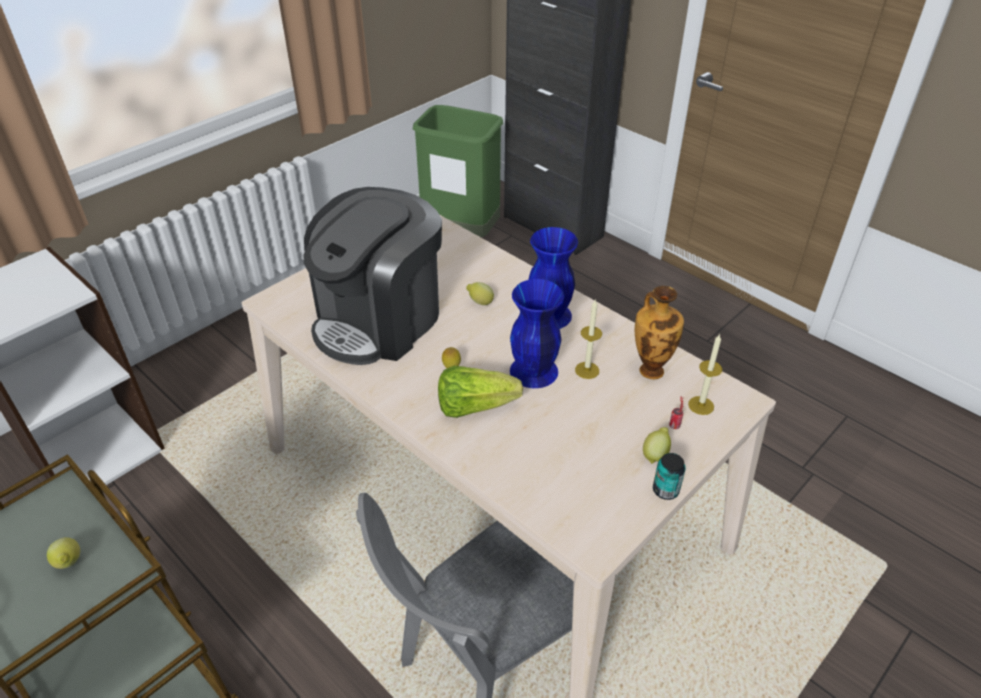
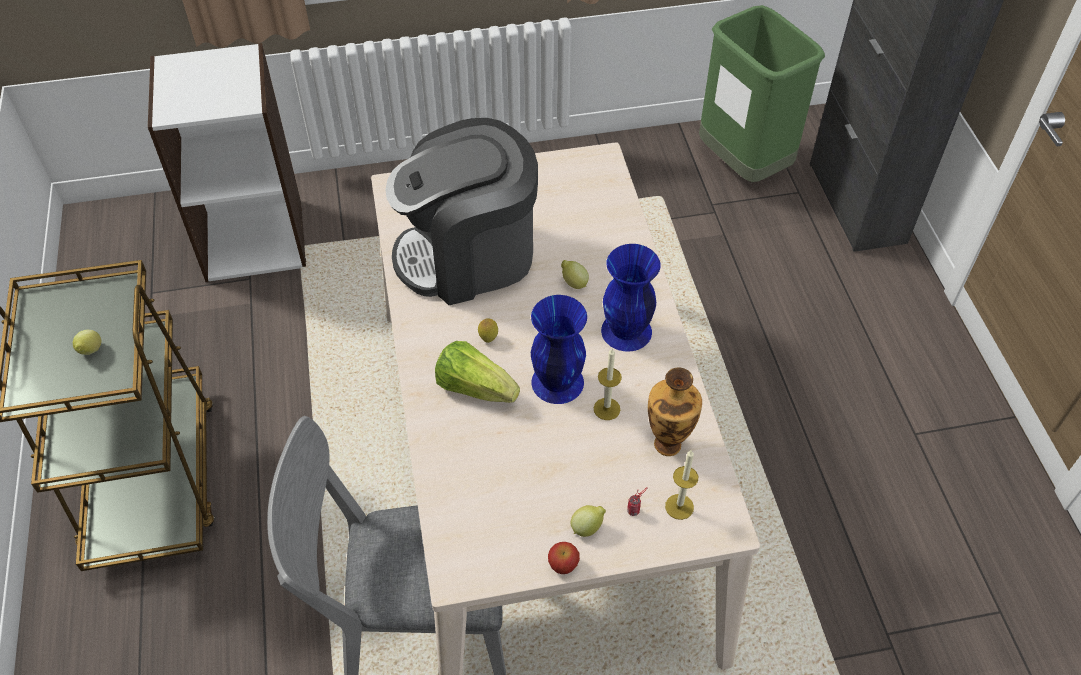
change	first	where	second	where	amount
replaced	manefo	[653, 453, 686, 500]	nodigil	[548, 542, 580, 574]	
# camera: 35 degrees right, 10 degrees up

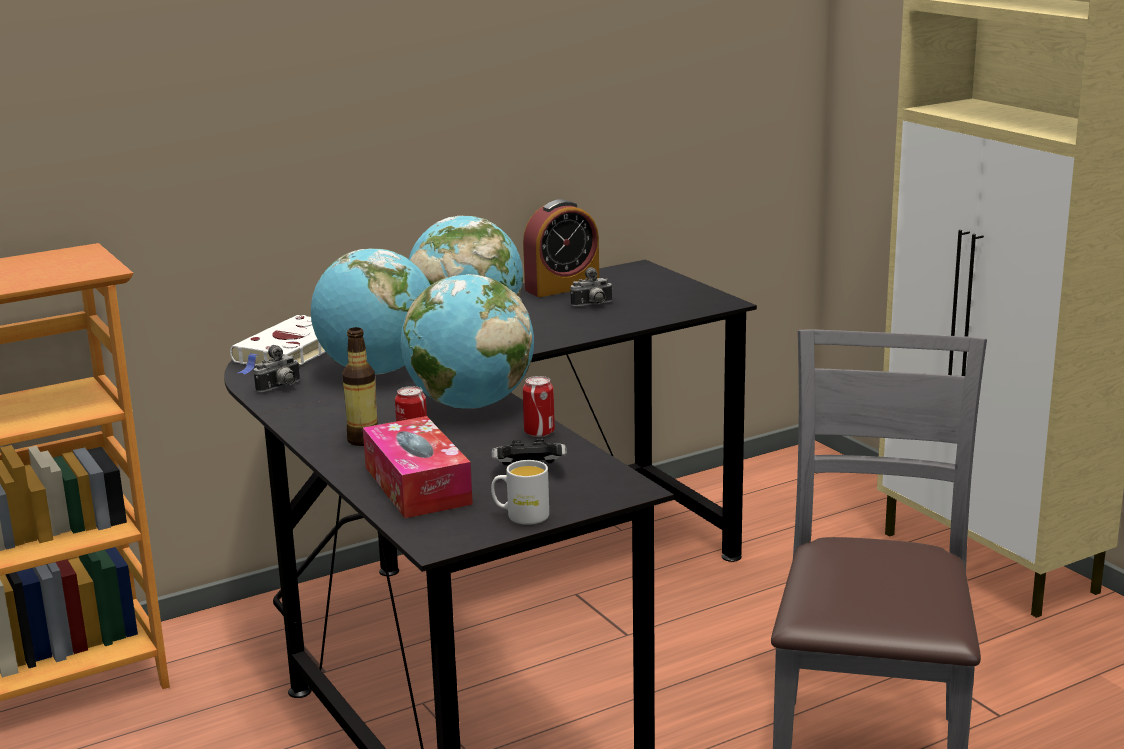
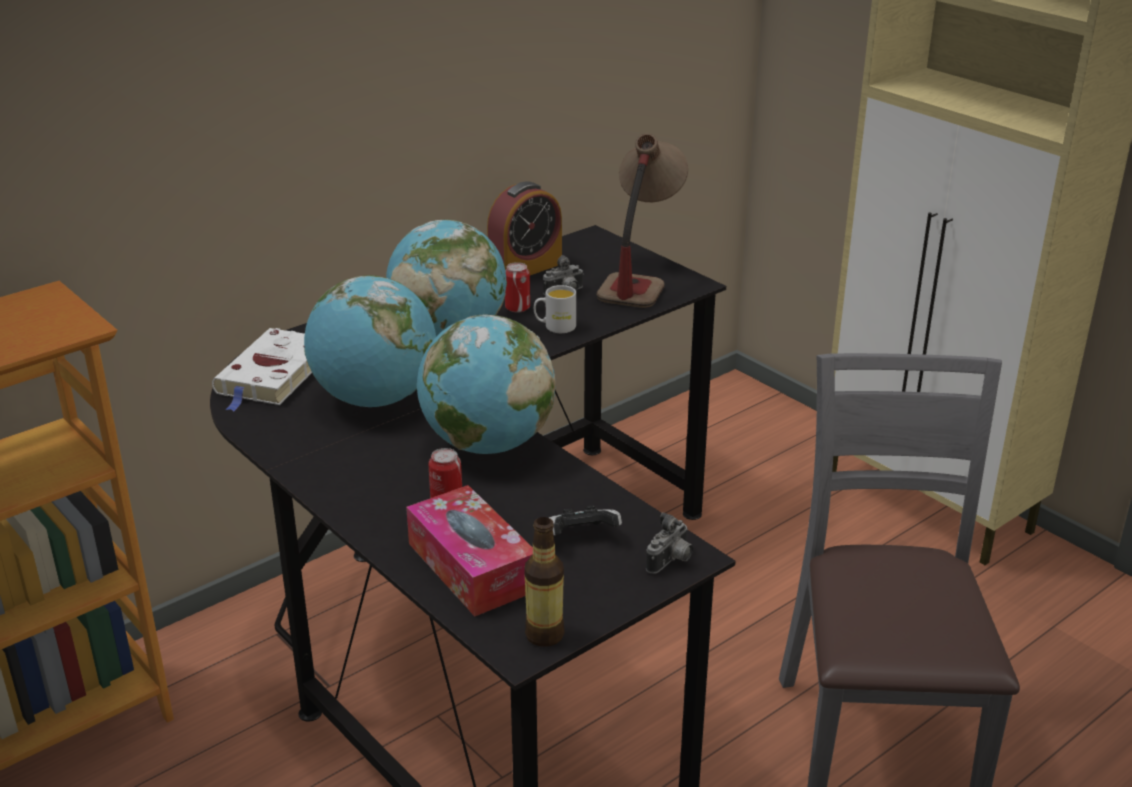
change	first	where	second	where	amount
moved	manefo	[523, 376, 555, 437]		[505, 262, 530, 313]	
moved	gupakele	[342, 327, 378, 446]		[524, 517, 565, 647]	
moved	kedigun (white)	[491, 460, 549, 525]		[534, 285, 576, 333]	
added			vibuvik	[596, 133, 688, 308]	
moved	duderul	[254, 345, 300, 393]		[646, 512, 693, 574]	
# camera: 10 degrees left, 10 degrees up

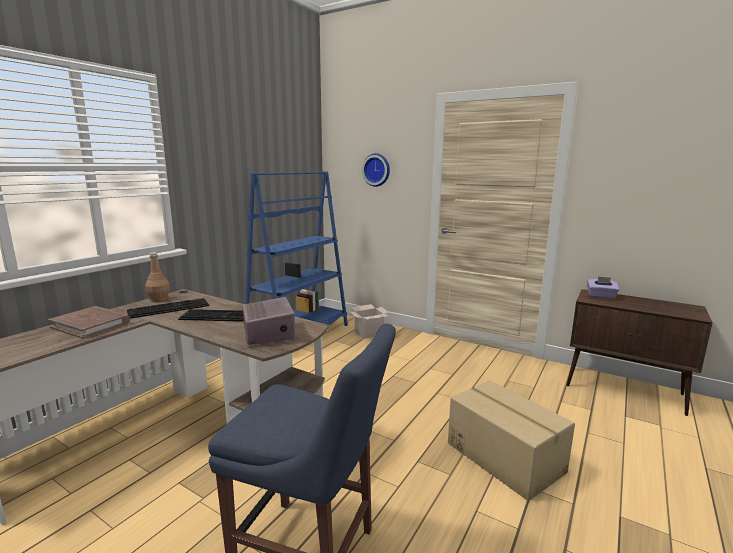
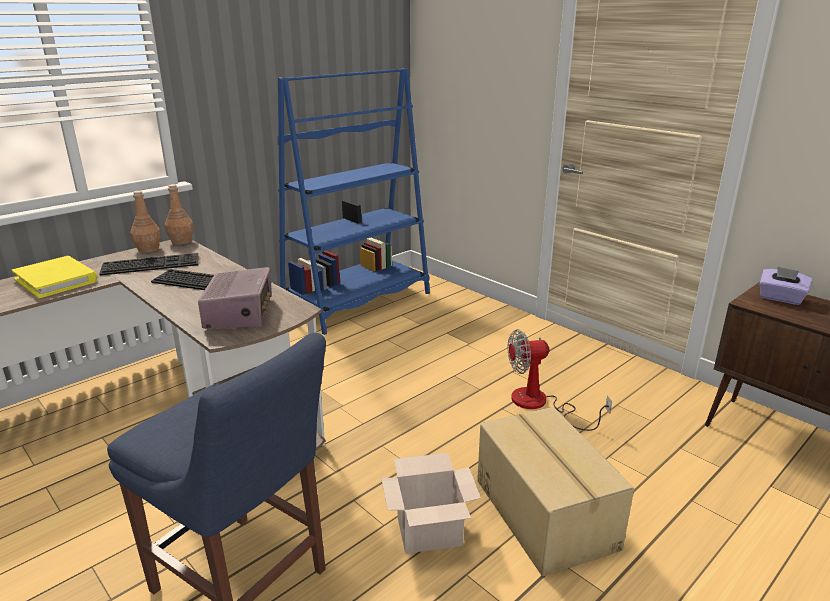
change	first	where	second	where	amount
recoloured	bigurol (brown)	[48, 306, 130, 339]	bigurol (yellow)	[12, 256, 97, 298]	
added			gupakele (brown)	[164, 184, 194, 245]	
moved	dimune	[350, 304, 389, 339]		[381, 453, 481, 554]	
added			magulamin	[507, 329, 612, 431]	
removed	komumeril	[362, 153, 390, 187]			
# camera: 15 degrees right, 10 degrees up

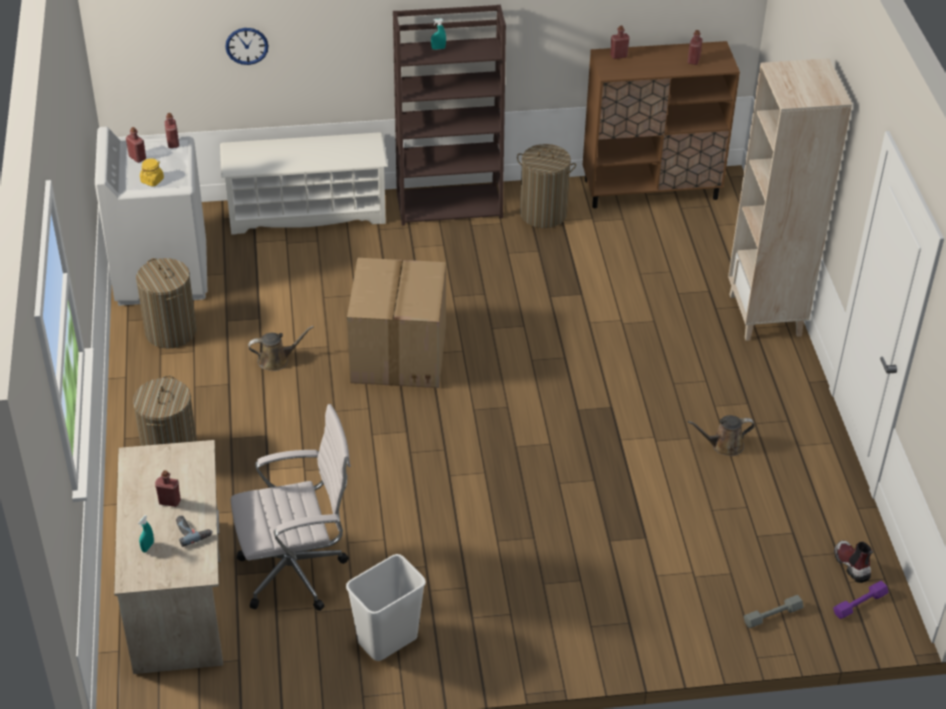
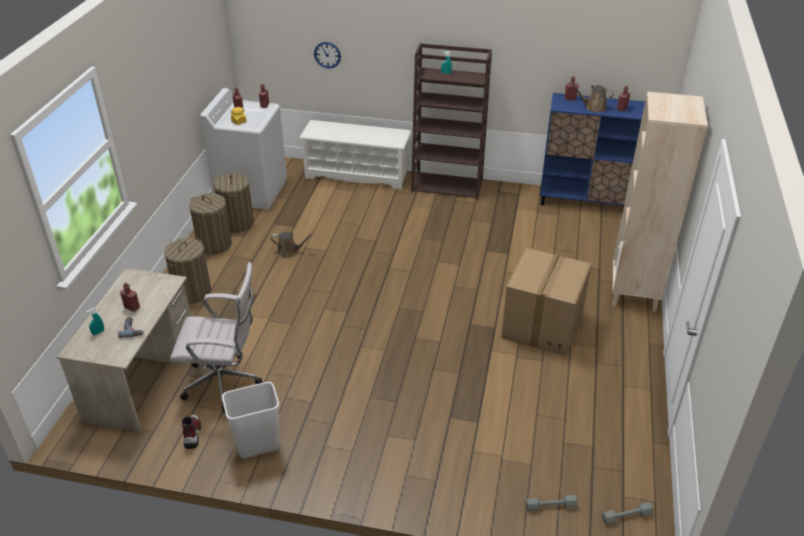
change	first	where	second	where	amount
moved	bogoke	[834, 540, 873, 583]		[182, 415, 201, 449]	
moved	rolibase	[517, 144, 576, 228]		[189, 193, 232, 255]	
moved	dimune	[347, 258, 446, 388]		[501, 248, 592, 356]	
recoloured	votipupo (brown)	[583, 41, 740, 208]	votipupo (blue)	[540, 93, 645, 206]	
moved	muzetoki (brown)	[688, 415, 755, 456]		[570, 82, 614, 112]	
recoloured	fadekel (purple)	[833, 581, 889, 619]	fadekel (grey)	[602, 502, 653, 524]	
# camera: 20 degrees right, 5 degrees down

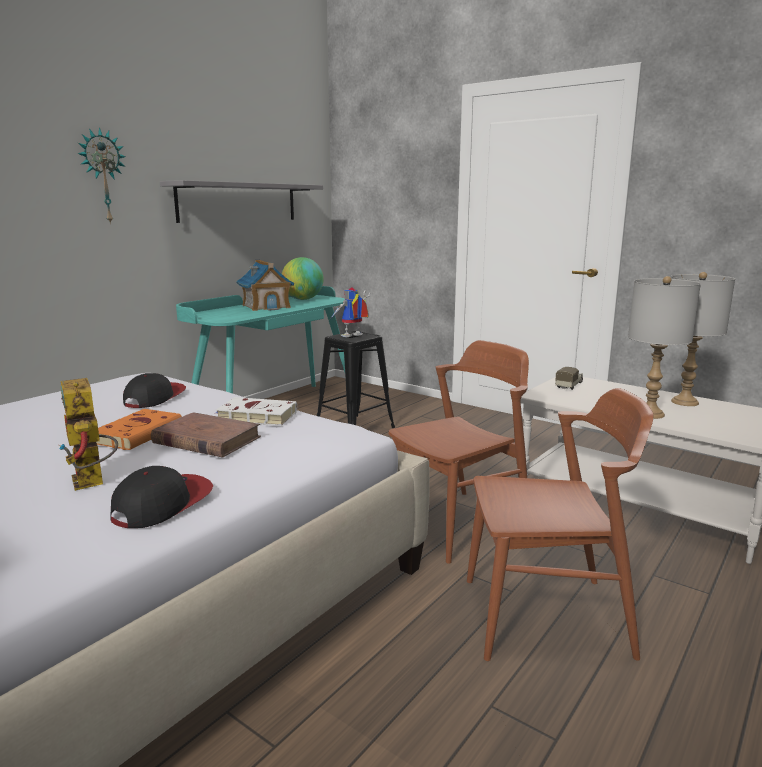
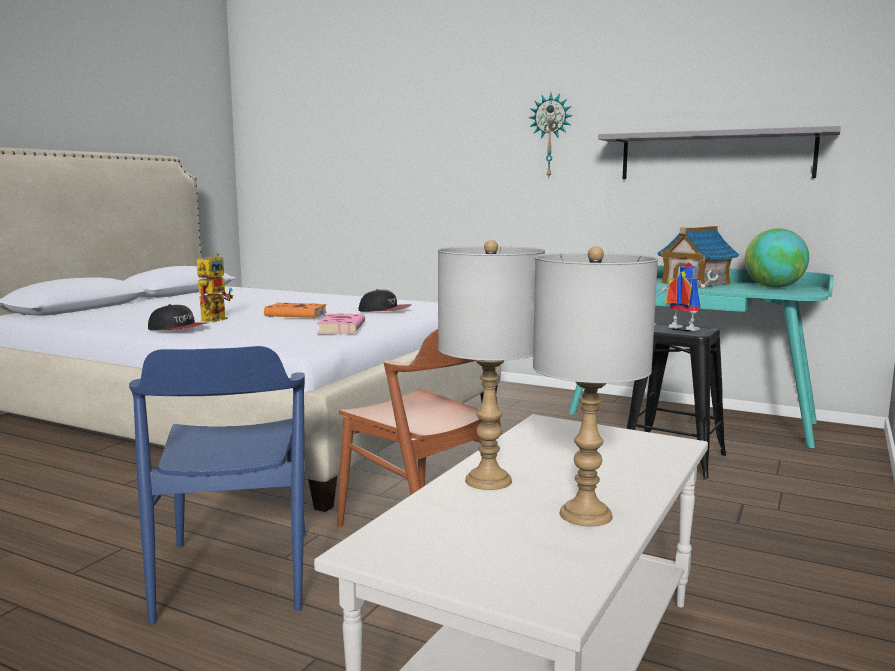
change	first	where	second	where	amount
recoloured	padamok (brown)	[467, 388, 653, 661]	padamok (blue)	[129, 346, 306, 624]	
turned	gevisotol	[58, 378, 118, 491]		[197, 253, 233, 322]	150 degrees clockwise
recoloured	bigurol (white)	[216, 397, 297, 426]	bigurol (pink)	[317, 313, 365, 334]	
removed	bigurol (brown)	[151, 412, 261, 458]			
removed	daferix	[555, 367, 583, 390]			
# camera: 80 degrees right, 5 degrees down

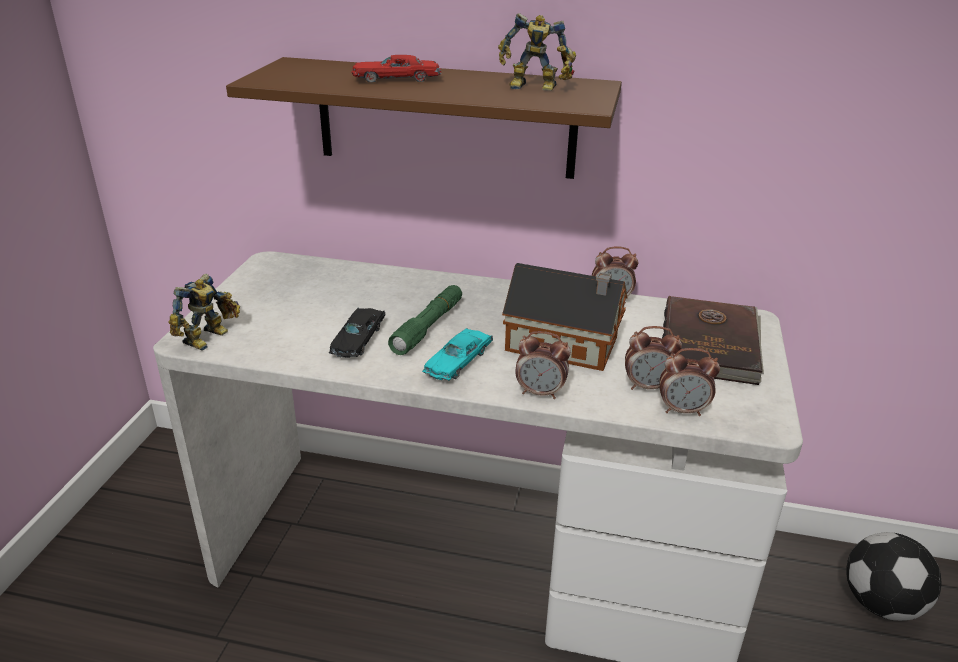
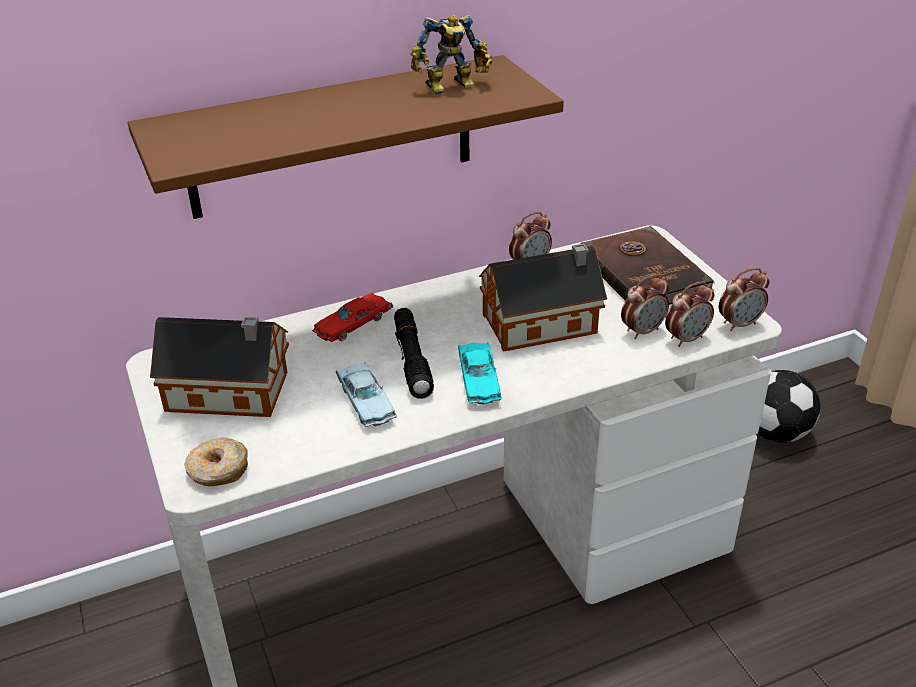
change	first	where	second	where	amount
added			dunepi	[150, 317, 289, 417]	
replaced	gevisotol	[168, 274, 240, 351]	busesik	[184, 437, 248, 486]	
moved	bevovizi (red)	[351, 55, 441, 82]		[312, 293, 393, 342]	
recoloured	bevovizi (black)	[329, 308, 385, 358]	bevovizi (blue)	[336, 362, 397, 427]	
recoloured	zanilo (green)	[388, 285, 462, 355]	zanilo (black)	[394, 308, 434, 399]	
moved	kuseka	[515, 331, 571, 399]		[719, 268, 770, 331]	
# camera: 35 degrees left, 5 degrees up

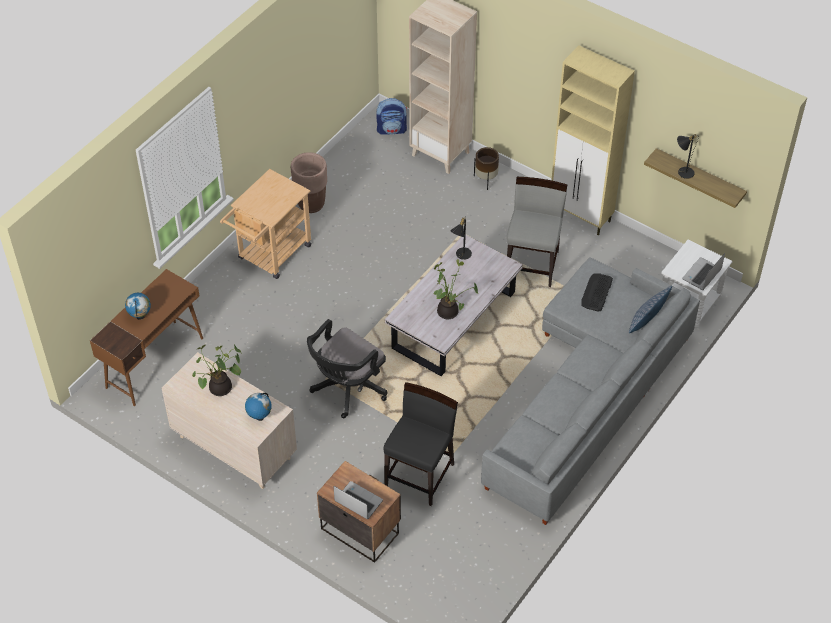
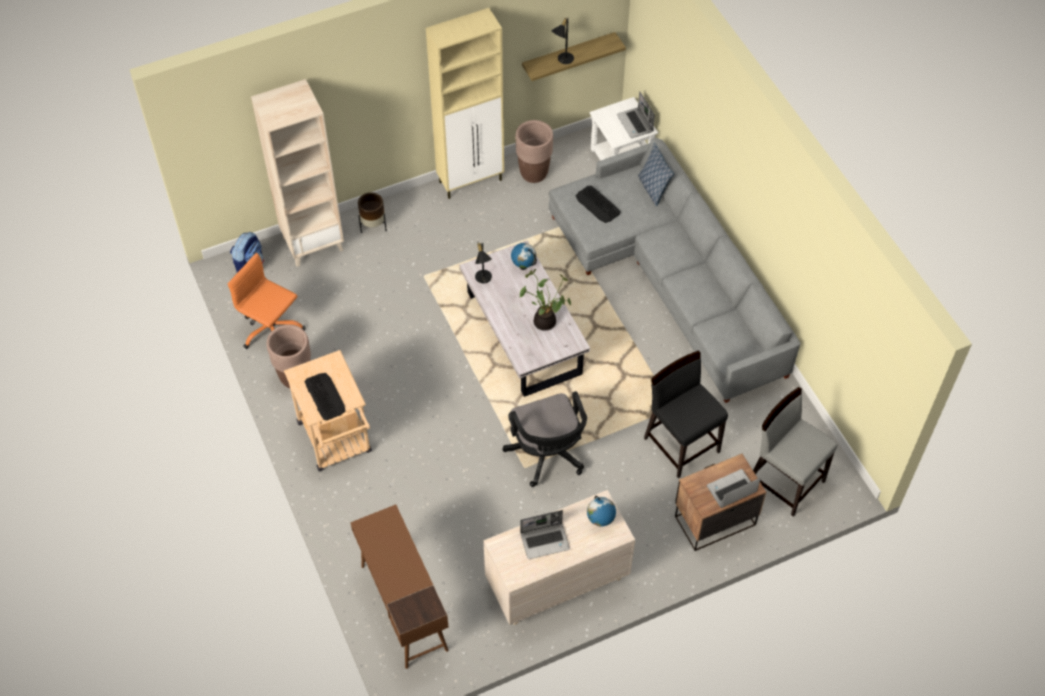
change	first	where	second	where	amount
added			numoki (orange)	[228, 253, 306, 349]	
added			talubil	[305, 373, 345, 420]	
moved	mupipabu	[125, 293, 151, 320]		[511, 243, 537, 270]	
added			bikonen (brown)	[515, 120, 553, 183]	
replaced	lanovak	[192, 344, 242, 396]	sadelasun	[520, 510, 570, 559]	
moved	padamok (grey)	[507, 177, 567, 287]		[753, 387, 837, 516]	
# camera: 60 degrees left, 5 degrees up

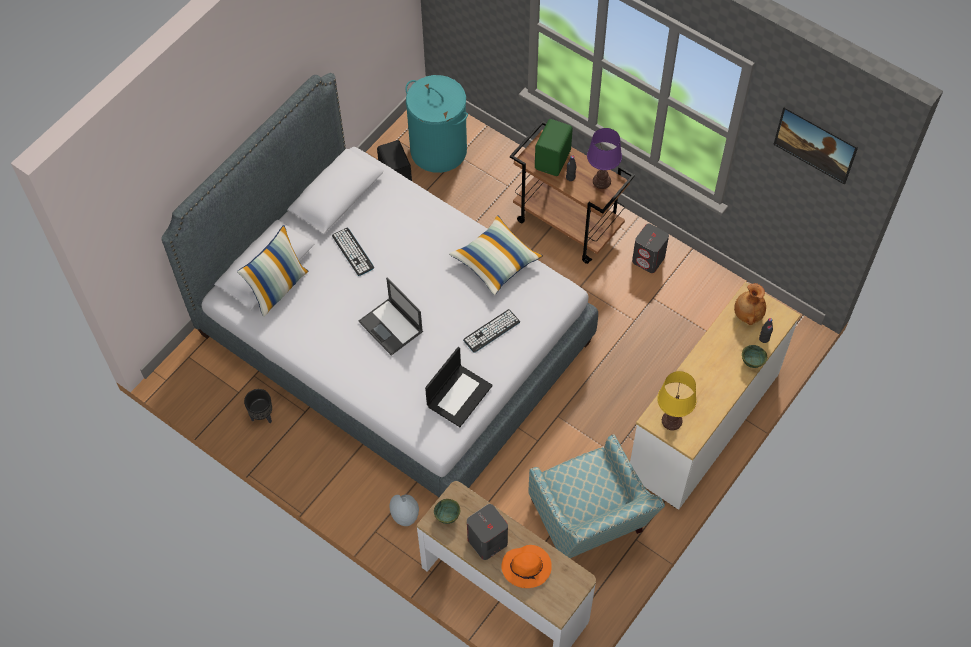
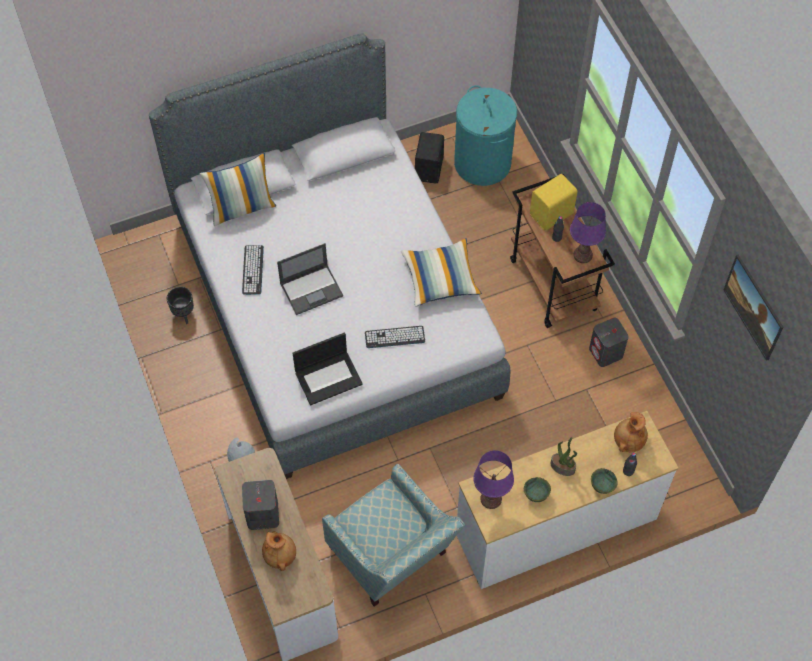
change	first	where	second	where	amount
moved	talubil	[332, 228, 374, 276]		[242, 245, 264, 295]	
replaced	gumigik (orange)	[501, 545, 552, 588]	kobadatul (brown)	[262, 531, 296, 571]	
turned	sadelasun	[359, 278, 423, 356]		[277, 243, 343, 315]	105 degrees counterclockwise
turned	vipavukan	[528, 434, 665, 558]		[322, 464, 465, 607]	45 degrees counterclockwise
recoloured	vibuvik (yellow)	[657, 371, 697, 430]	vibuvik (purple)	[473, 450, 514, 509]	
moved	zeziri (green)	[434, 499, 460, 524]		[524, 477, 551, 502]	
recoloured	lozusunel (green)	[535, 119, 573, 176]	lozusunel (yellow)	[530, 174, 577, 231]	
added			lanovak	[550, 437, 577, 476]	
# camera: 30 degrees right, 0 degrees up

